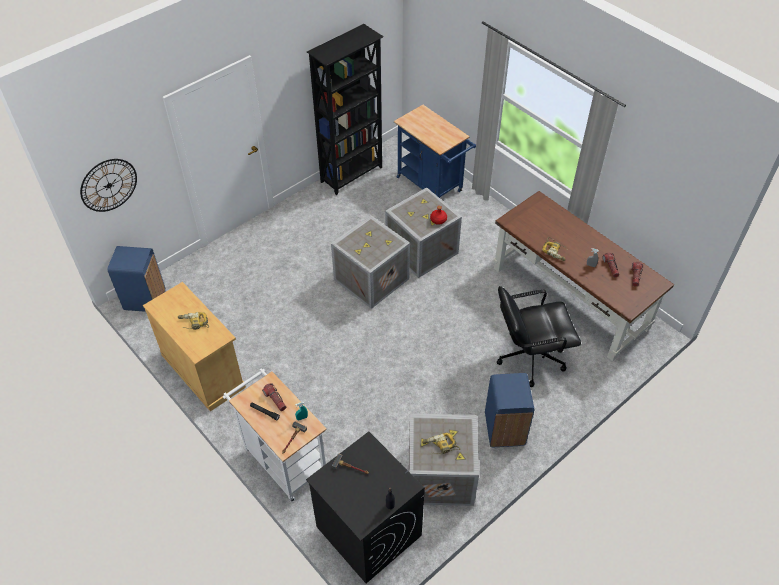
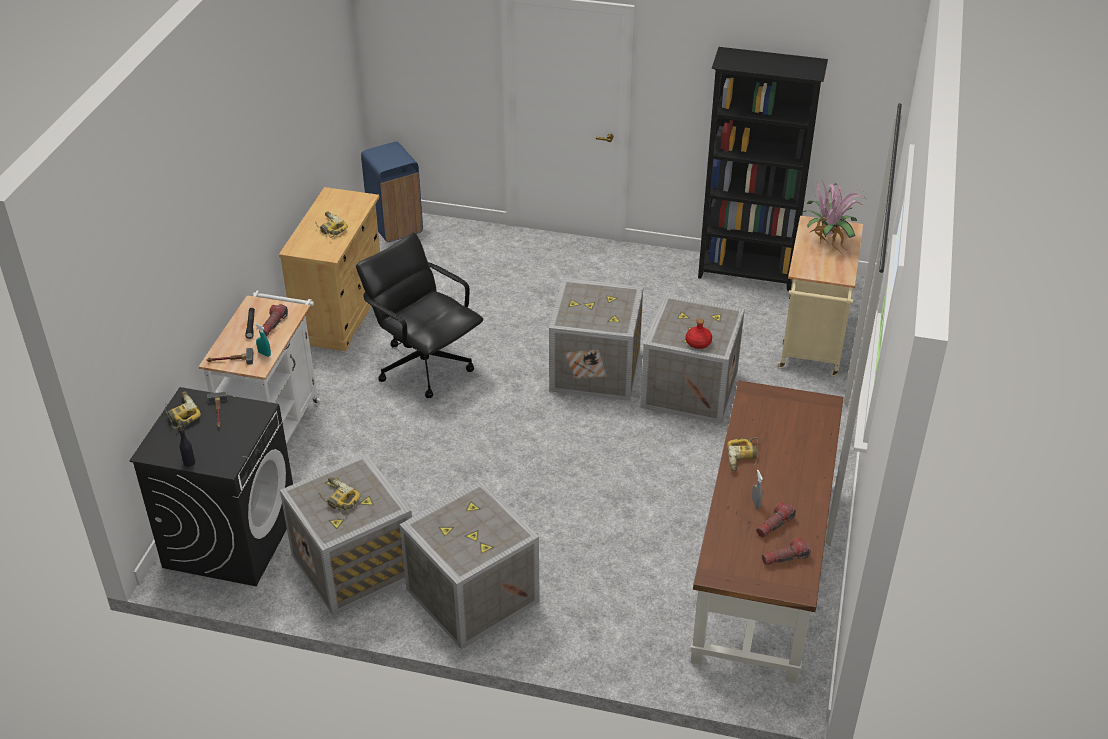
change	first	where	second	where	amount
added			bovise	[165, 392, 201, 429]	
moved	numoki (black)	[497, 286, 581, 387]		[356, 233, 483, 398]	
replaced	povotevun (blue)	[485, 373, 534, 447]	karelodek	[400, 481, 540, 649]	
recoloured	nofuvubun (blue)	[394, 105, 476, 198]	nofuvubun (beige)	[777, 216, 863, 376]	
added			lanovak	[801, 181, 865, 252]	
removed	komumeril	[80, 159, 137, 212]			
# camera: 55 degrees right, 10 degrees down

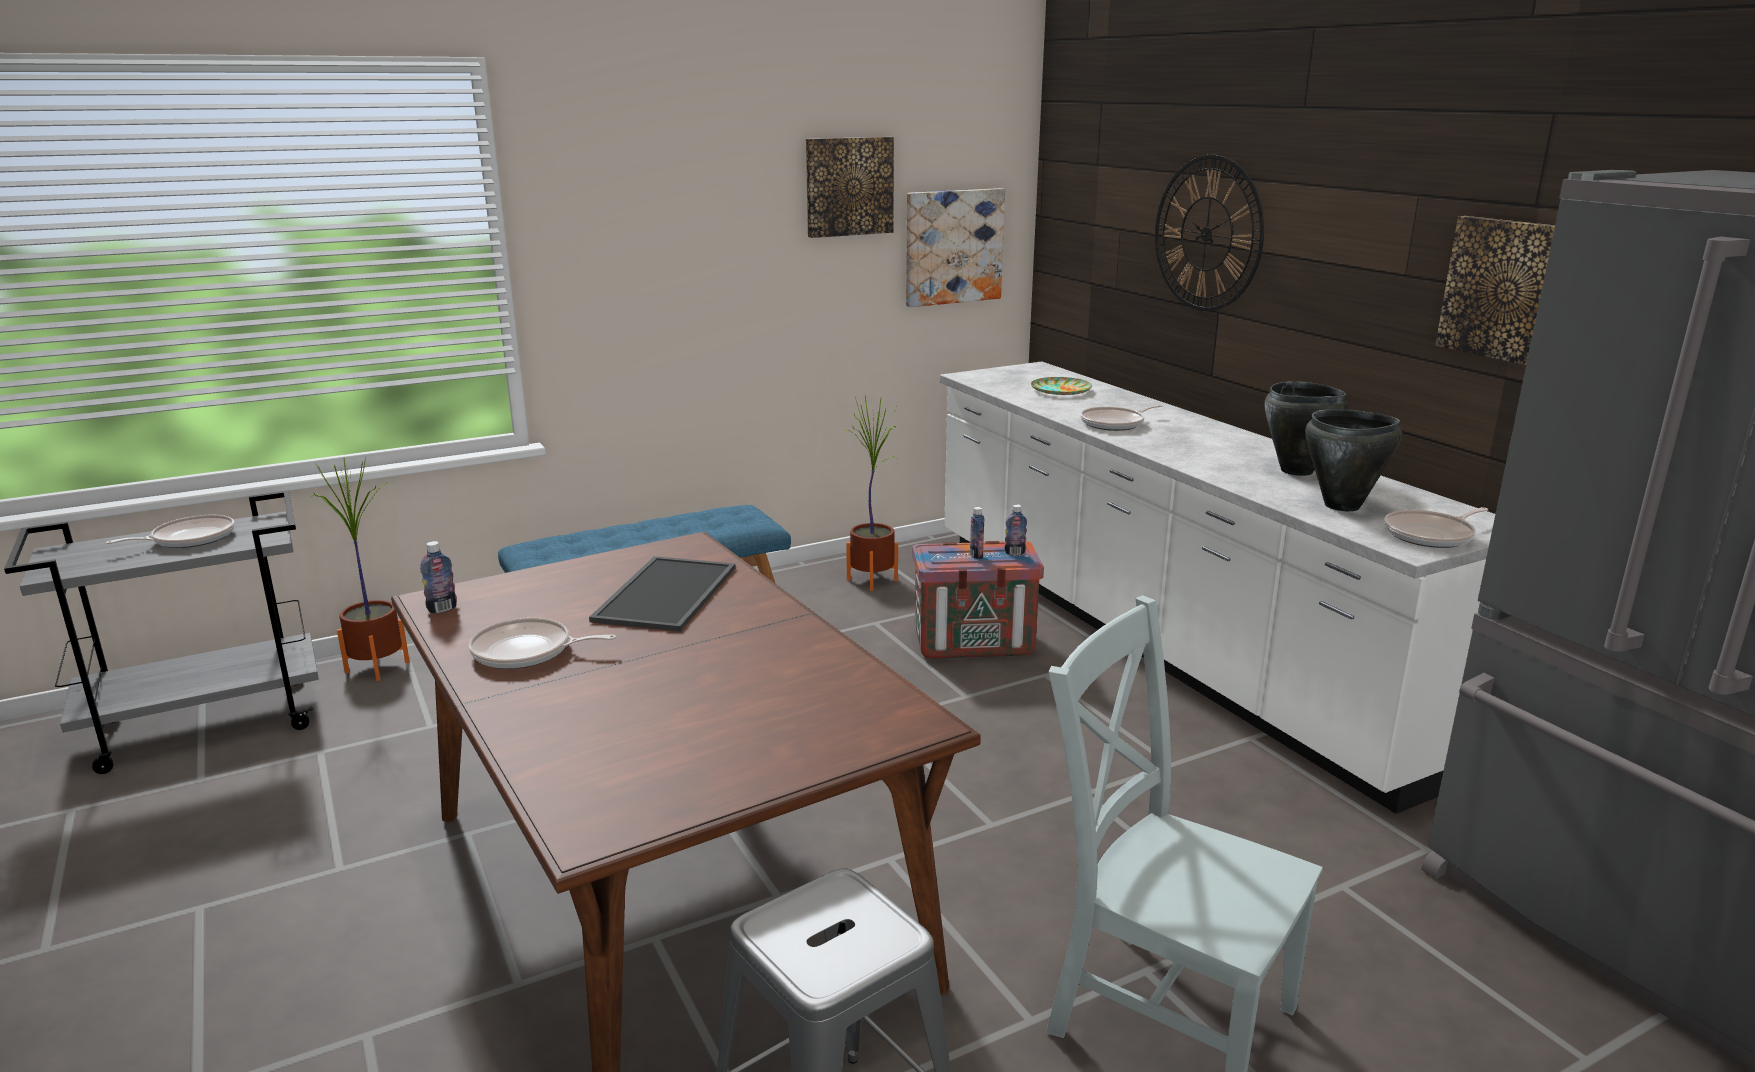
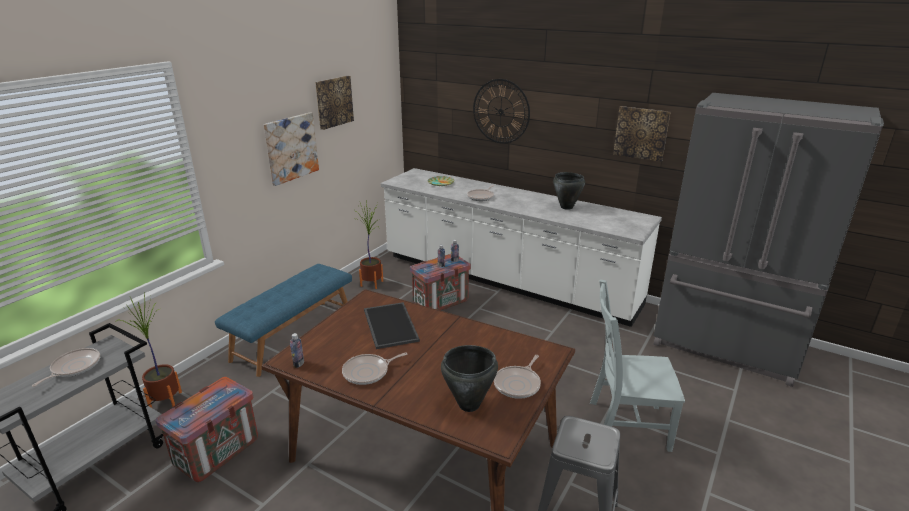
change	first	where	second	where	amount
added			karelodek	[155, 377, 258, 482]	
moved	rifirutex	[906, 188, 1005, 307]		[264, 112, 319, 186]	
moved	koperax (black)	[1305, 409, 1402, 511]		[441, 345, 498, 412]	
moved	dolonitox	[1384, 507, 1488, 548]		[494, 355, 541, 399]	
# camera: 30 degrees left, 5 degrees up

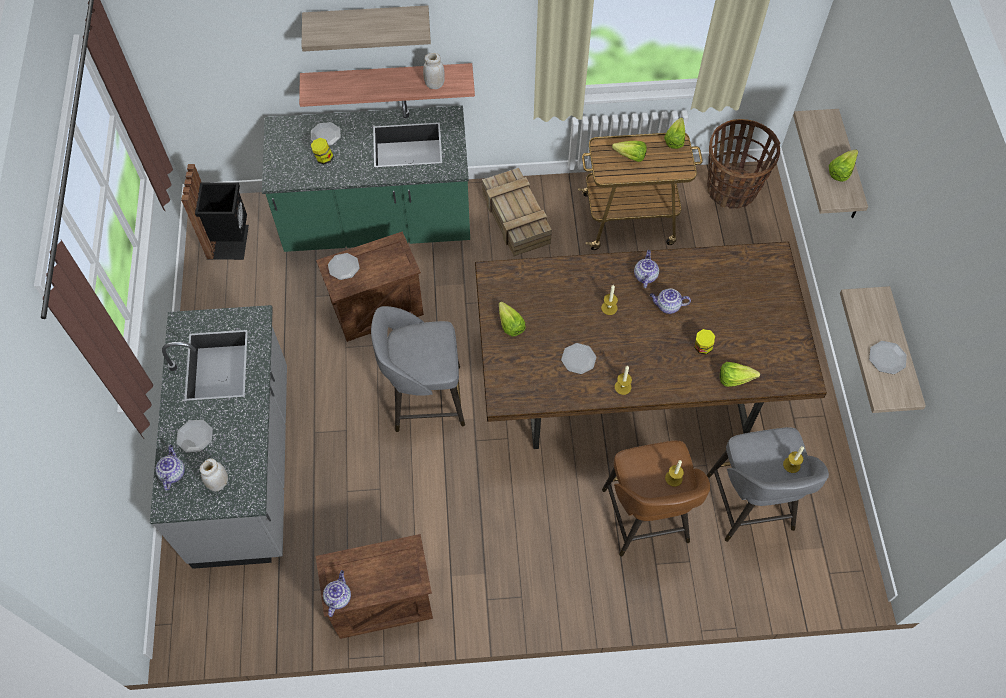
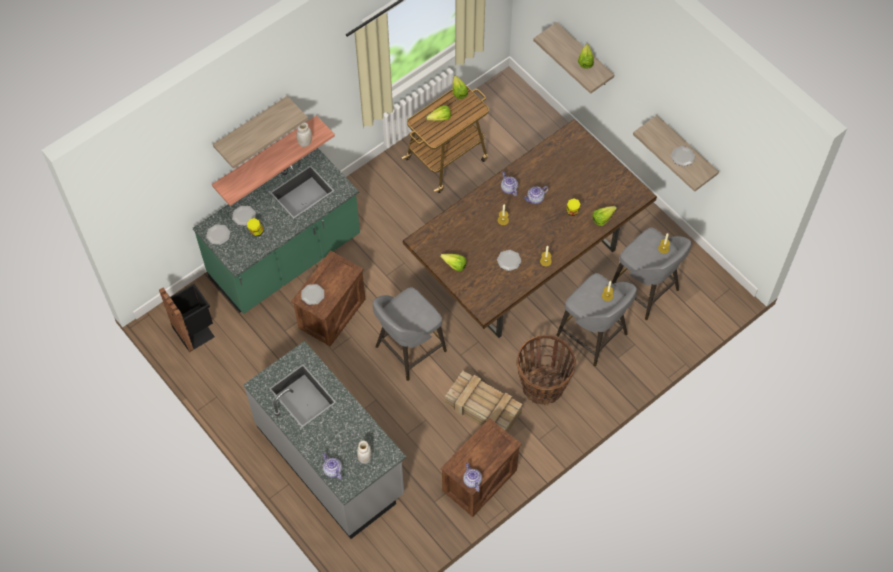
change	first	where	second	where	amount
moved	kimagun	[176, 420, 213, 453]		[206, 224, 230, 245]	
moved	karelodek	[482, 168, 552, 256]		[445, 371, 522, 432]	
moved	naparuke	[707, 119, 780, 209]		[517, 335, 576, 405]	
recoloured	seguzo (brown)	[602, 441, 710, 556]	seguzo (grey)	[556, 273, 637, 367]	
# camera: 35 degrees left, 0 degrees up

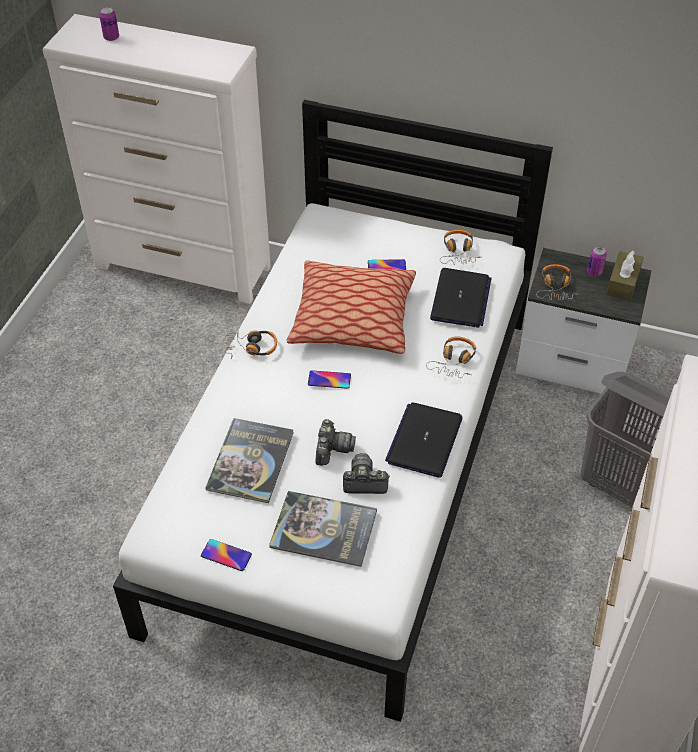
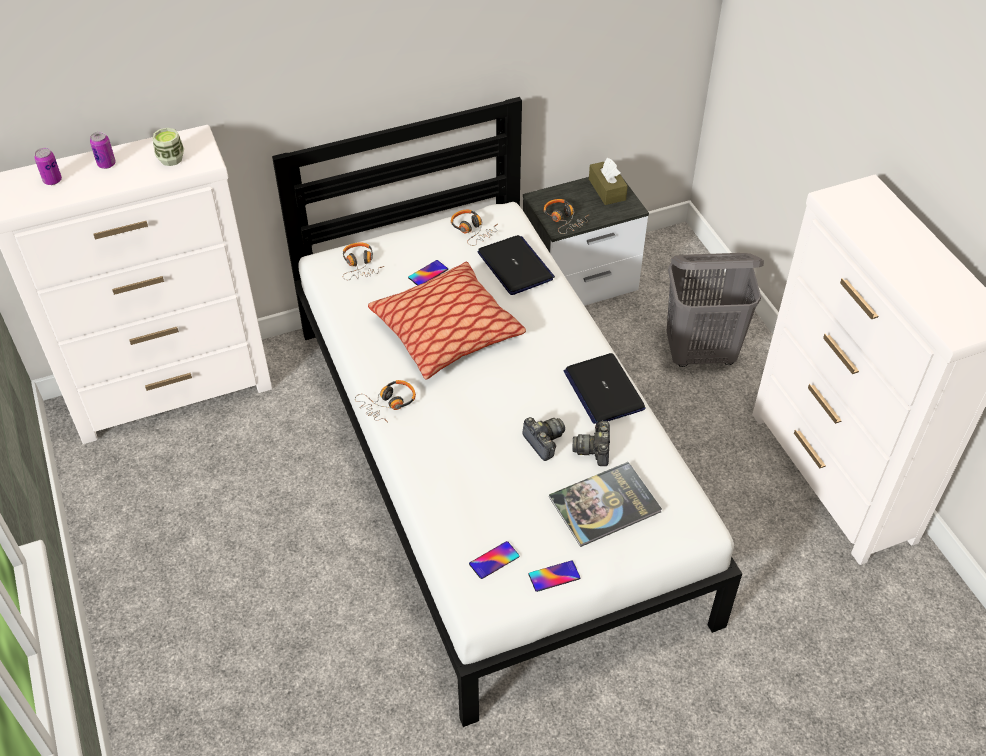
change	first	where	second	where	amount
moved	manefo	[587, 246, 607, 276]		[90, 132, 116, 169]	
added			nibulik	[153, 128, 184, 166]	
moved	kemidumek	[426, 336, 476, 378]		[343, 243, 385, 280]	
moved	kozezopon	[308, 370, 351, 389]		[469, 541, 520, 579]	
turned	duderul	[343, 453, 389, 494]		[572, 421, 610, 466]	45 degrees counterclockwise
removed	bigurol	[205, 418, 294, 503]			
# camera: 40 degrees left, 0 degrees up

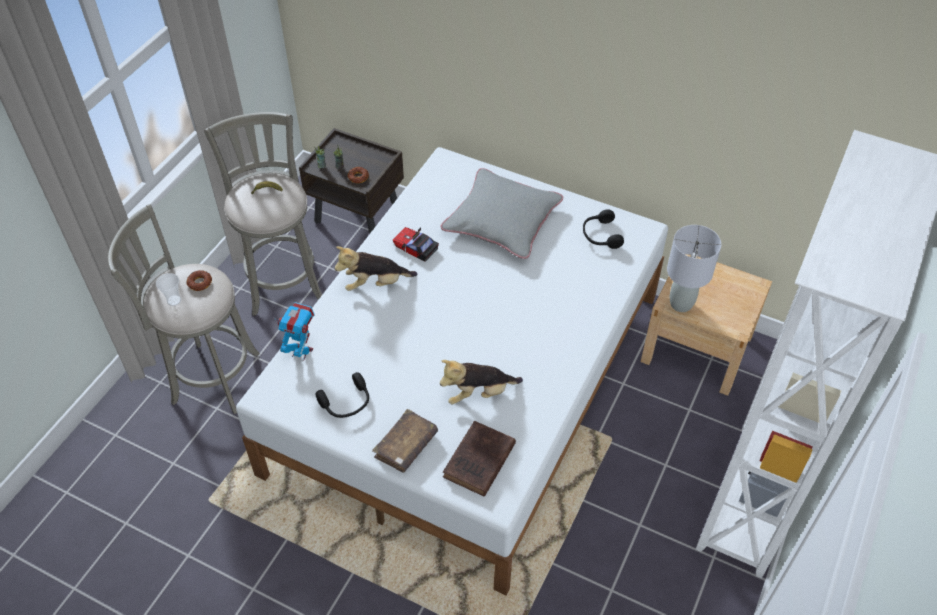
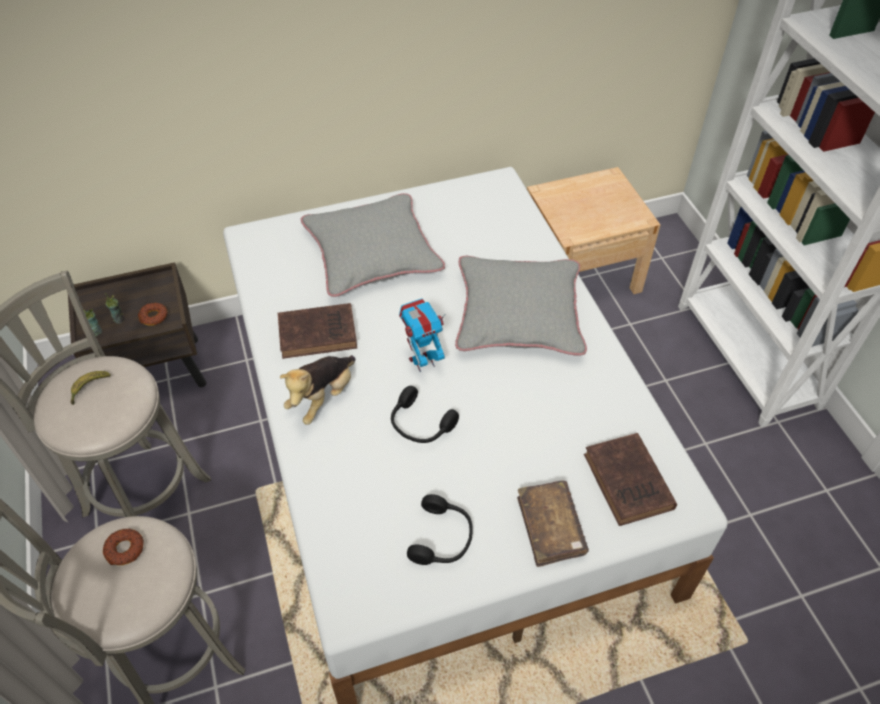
change	first	where	second	where	amount
replaced	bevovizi	[393, 227, 439, 262]	bigurol (brown)	[278, 303, 357, 359]	
moved	kemidumek (black)	[583, 209, 624, 249]		[391, 386, 459, 443]	
moved	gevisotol	[274, 302, 315, 360]		[399, 298, 446, 372]	
added			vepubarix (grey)	[455, 256, 587, 356]	
removed	nibulik	[156, 273, 181, 306]			
removed	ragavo	[440, 360, 523, 404]			
removed	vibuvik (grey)	[667, 225, 721, 312]			
# camera: 45 degrees left, 0 degrees up

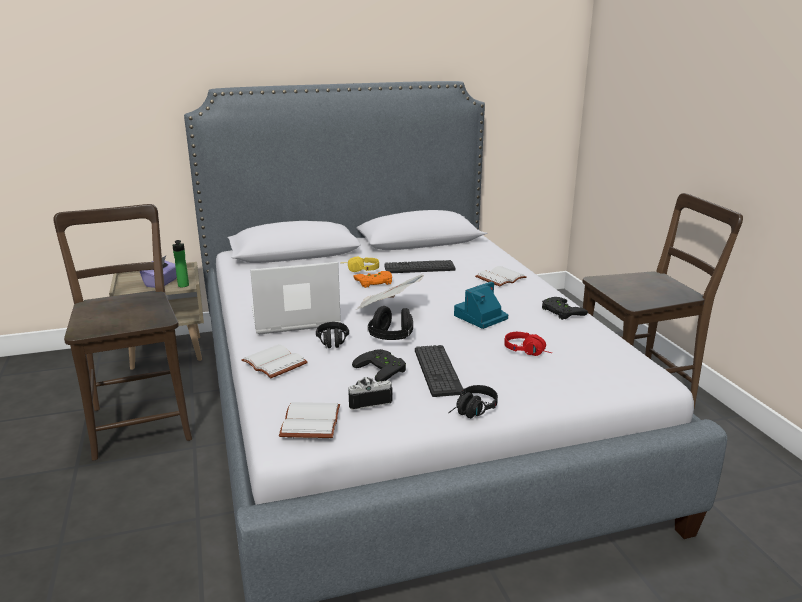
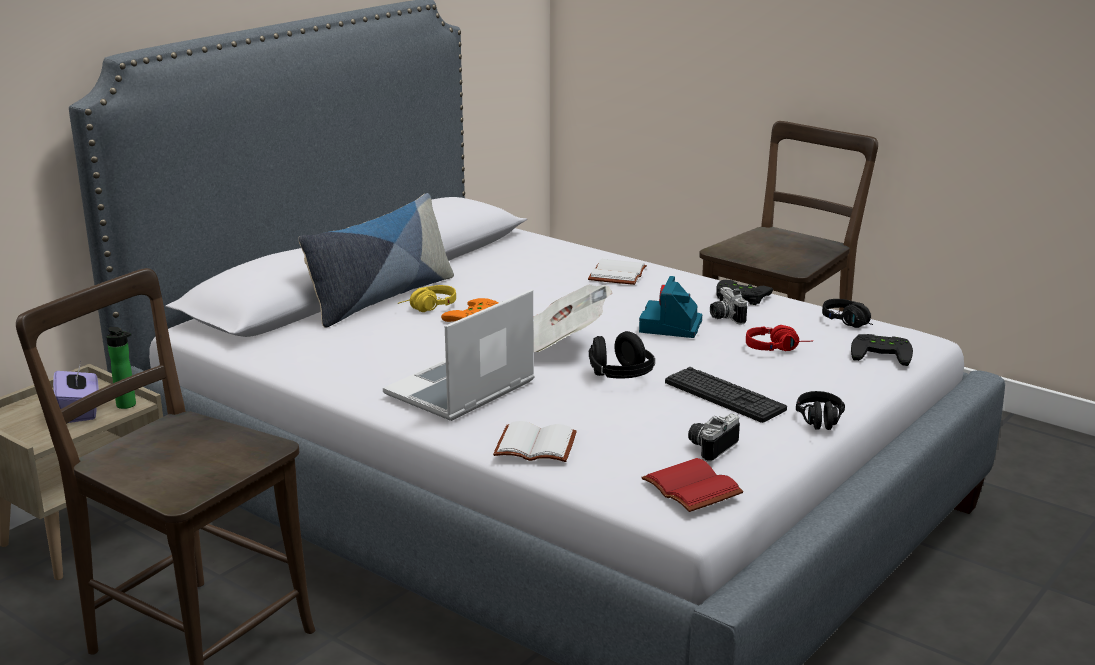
change	first	where	second	where	amount
added			vepubarix	[298, 193, 454, 328]	
recoloured	bigurol (white)	[279, 402, 340, 438]	bigurol (red)	[641, 458, 744, 512]	
added			duderul	[710, 287, 747, 325]	
moved	kemidumek (black)	[316, 322, 349, 348]		[822, 299, 873, 328]	
moved	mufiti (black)	[352, 349, 406, 382]		[851, 334, 913, 366]	
removed	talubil	[384, 260, 456, 273]			
# camera: 35 degrees left, 0 degrees up

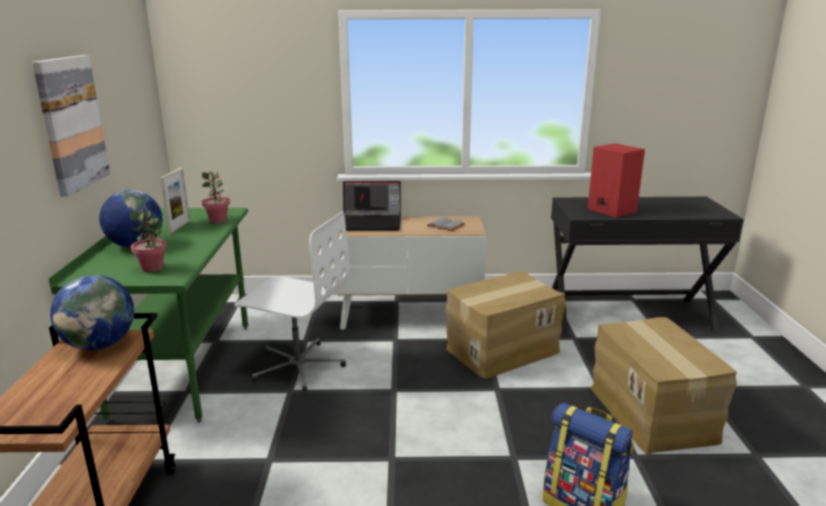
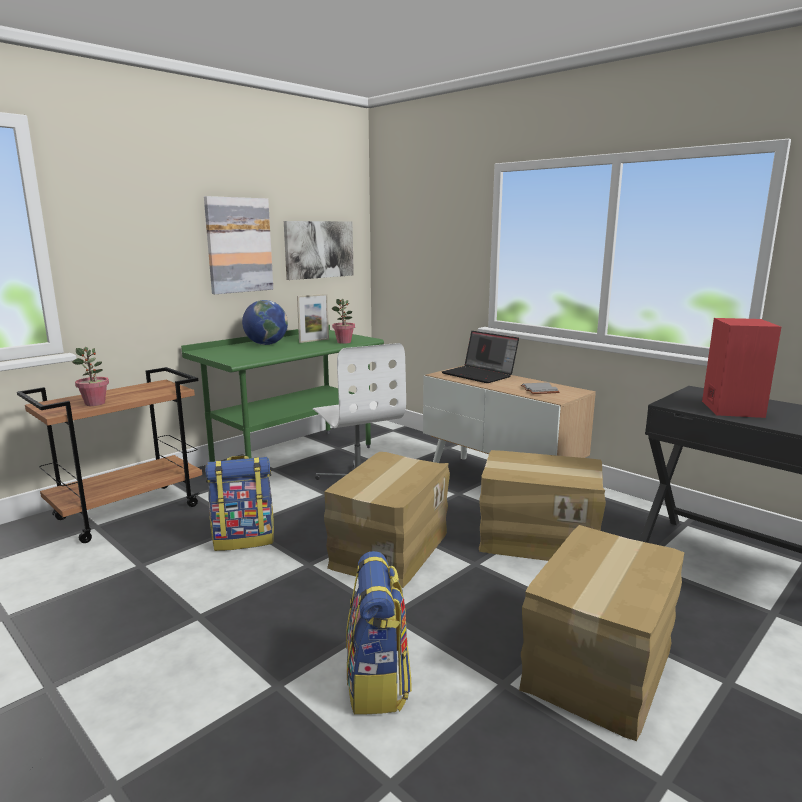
change	first	where	second	where	amount
moved	lanovak	[130, 209, 167, 272]		[72, 347, 109, 406]	
added			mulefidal	[205, 456, 274, 551]	
added			rifirutex	[284, 221, 354, 280]	
added			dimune	[324, 452, 450, 588]	
removed	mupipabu	[50, 275, 134, 350]			
# camera: 45 degrees right, 5 degrees down

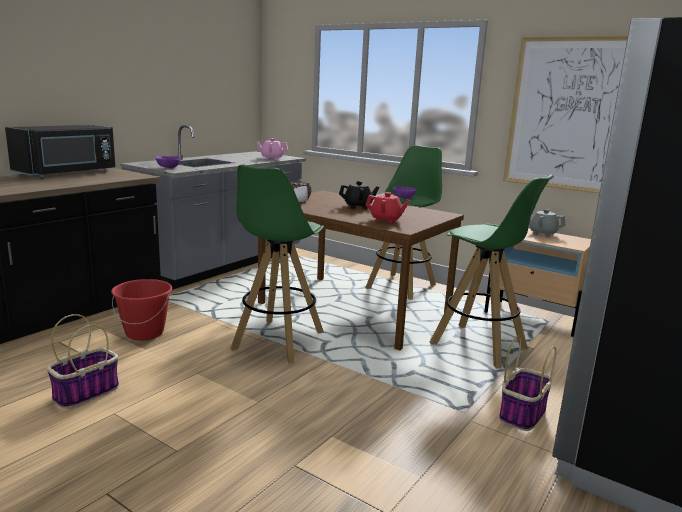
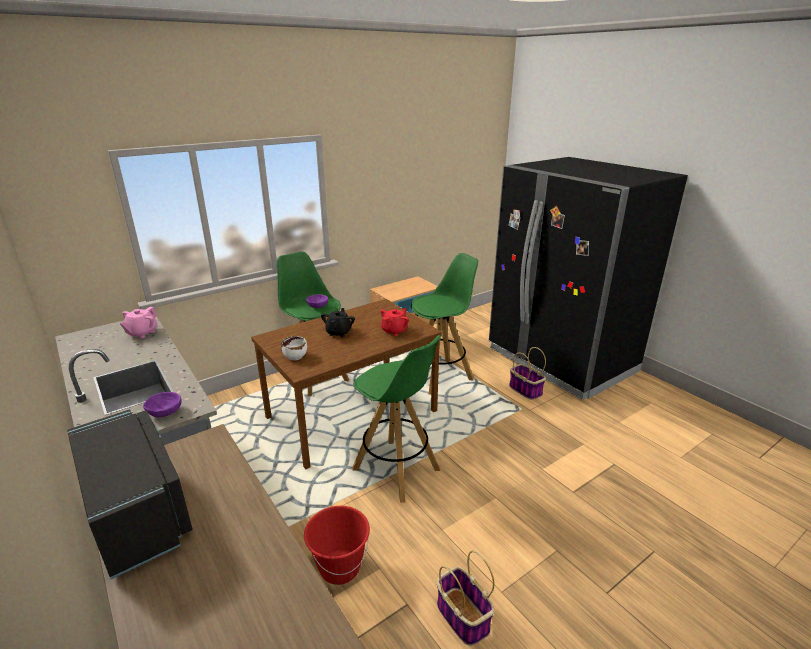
change	first	where	second	where	amount
removed	rifirutex	[503, 35, 628, 194]			
removed	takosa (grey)	[529, 209, 565, 237]			
# camera: 70 degrees left, 10 degrees up

